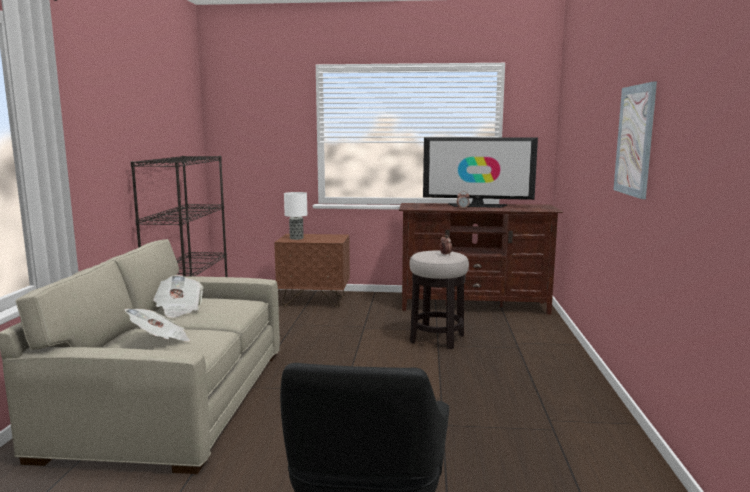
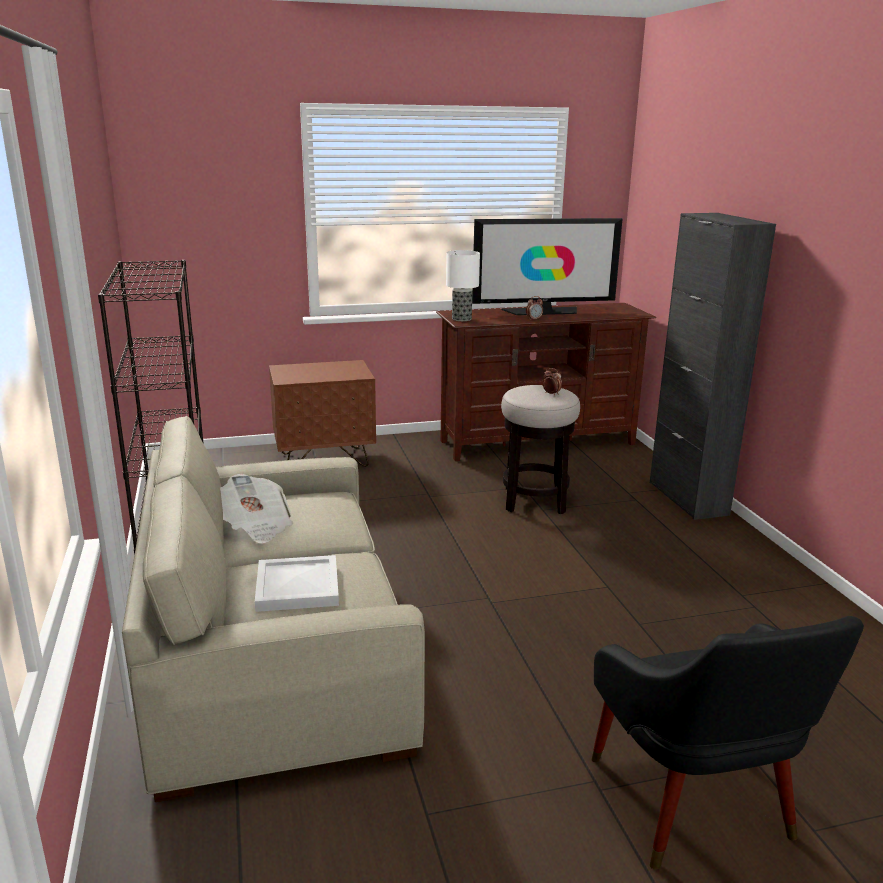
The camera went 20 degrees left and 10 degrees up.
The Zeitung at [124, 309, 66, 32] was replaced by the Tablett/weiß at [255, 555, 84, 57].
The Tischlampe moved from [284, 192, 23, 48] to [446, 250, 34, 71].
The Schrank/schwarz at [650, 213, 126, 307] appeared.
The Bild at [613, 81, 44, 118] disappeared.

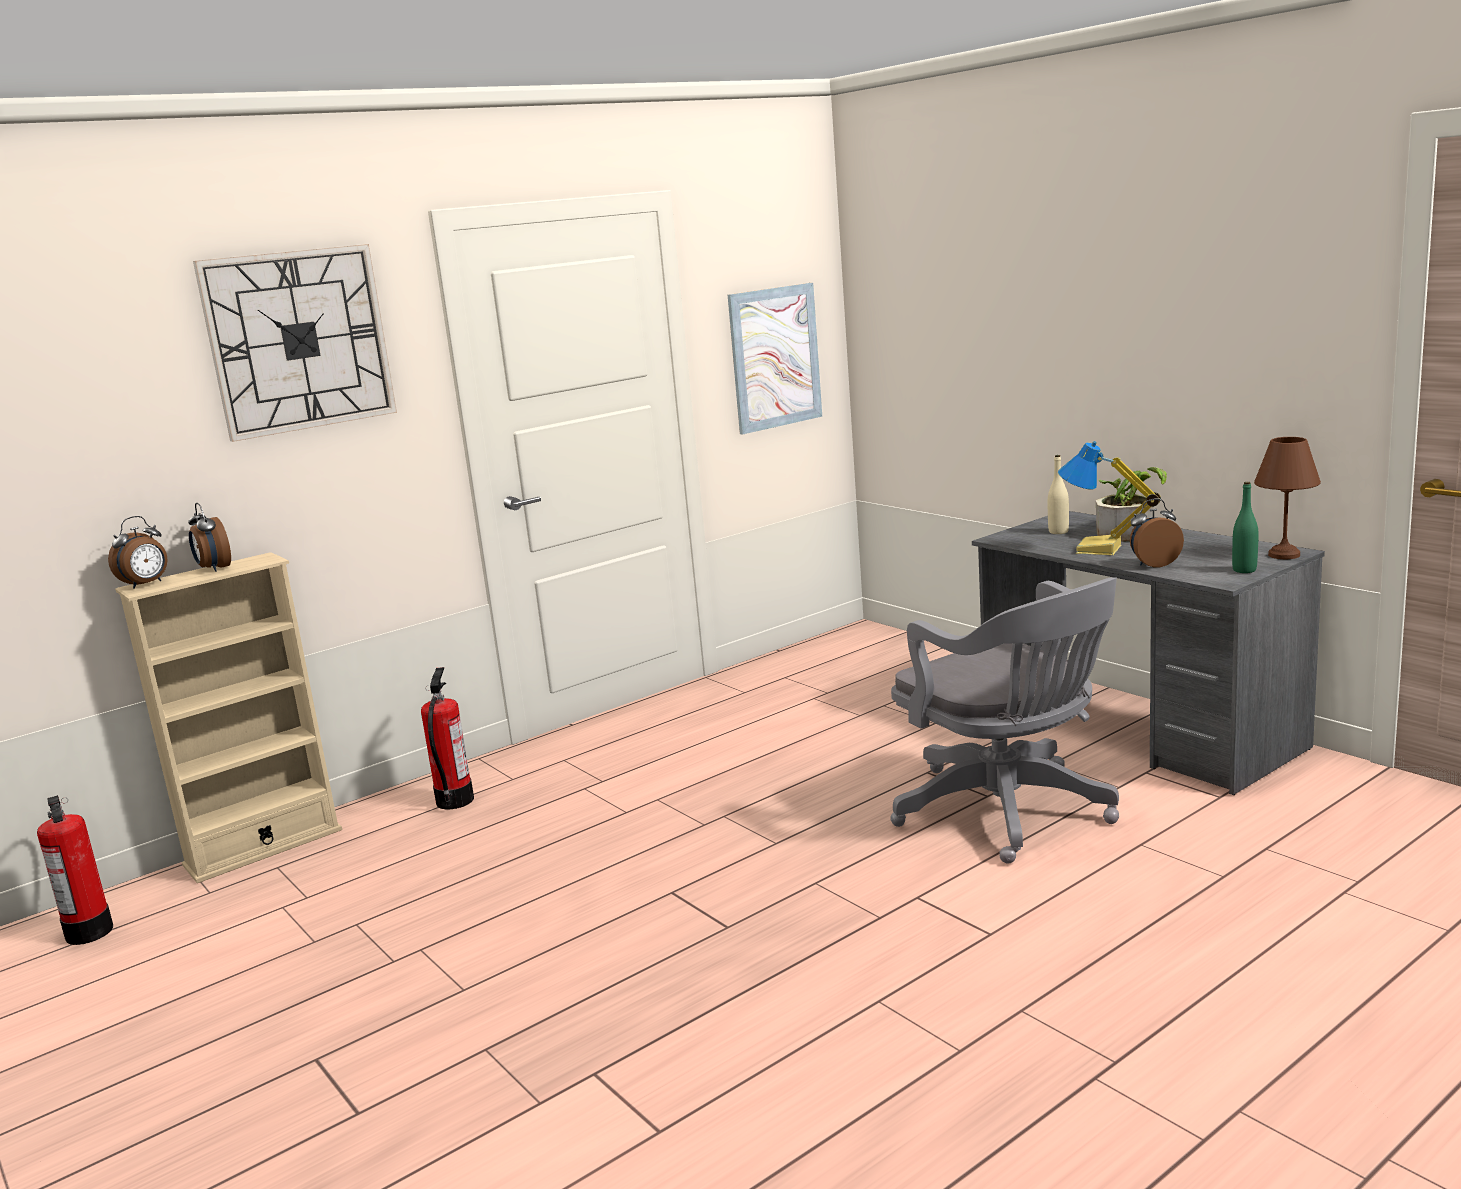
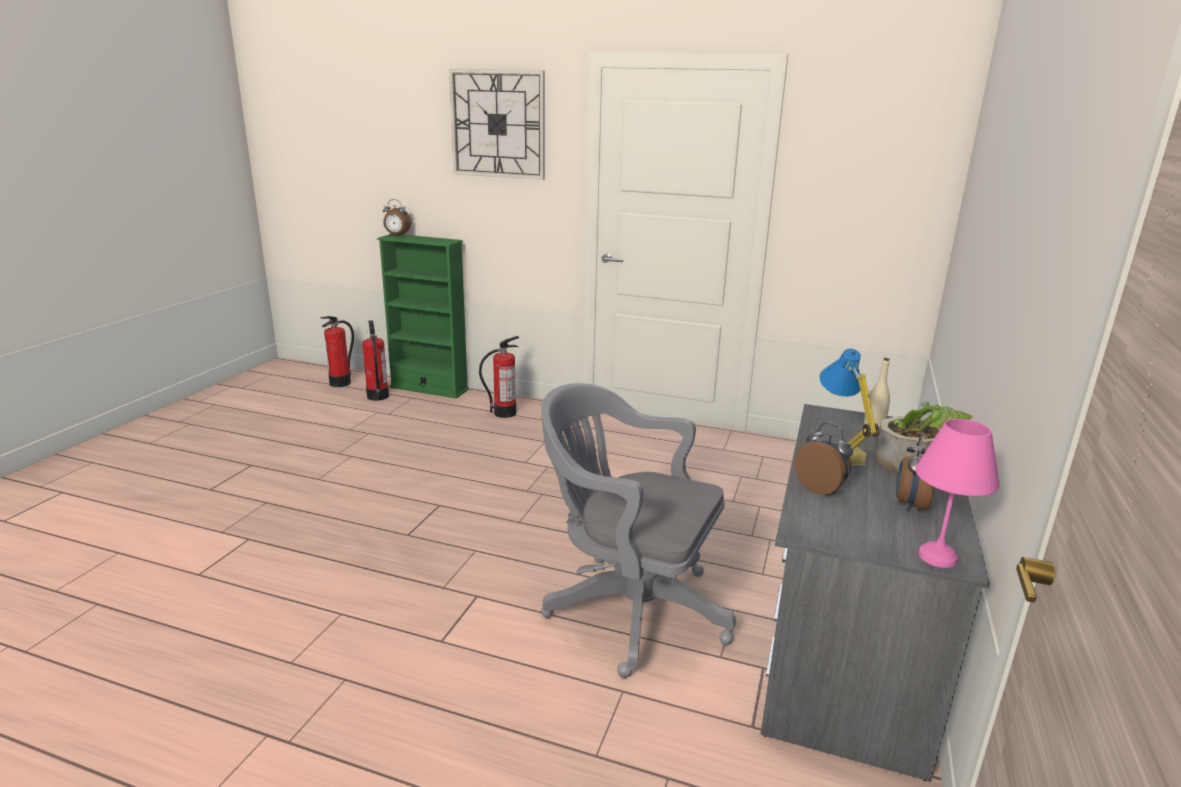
The camera went 55 degrees right and 5 degrees up.
The Feuerlöscher at [362, 320, 27, 81] appeared.
The Bücherregal/beige at [115, 552, 227, 331] became the Bücherregal/grün at [377, 234, 92, 165].
The Bürostuhl/grau at [890, 577, 229, 287] turned 90 degrees clockwise.
The Wecker moved from [188, 503, 43, 69] to [896, 436, 38, 75].
The Tischlampe/braun at [1254, 437, 67, 122] became the Tischlampe/rosa at [915, 419, 84, 149].
The Bild at [728, 283, 94, 152] disappeared.
The Flasche/grün at [1232, 482, 26, 91] disappeared.

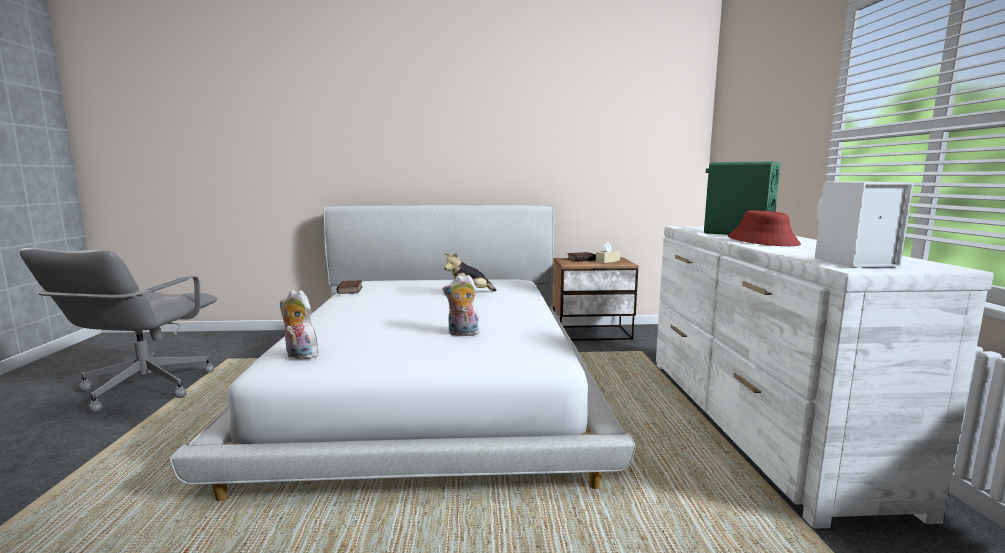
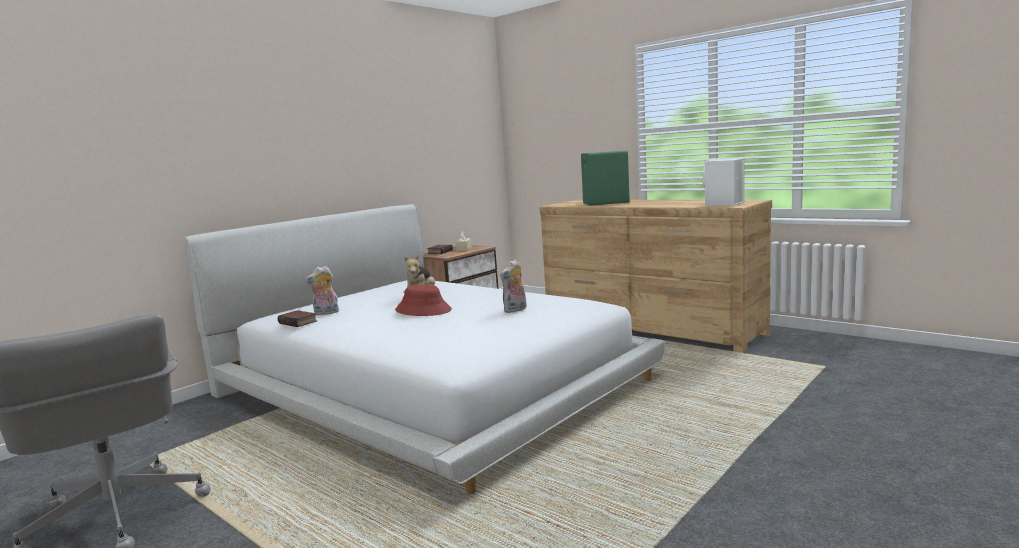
The camera went 45 degrees left and 0 degrees up.
The Plüschtier moved from [280, 290, 39, 69] to [305, 266, 34, 49].
The Hut/rot moved from [728, 210, 73, 36] to [395, 284, 57, 32].
The Kommode/weiß at [656, 226, 338, 303] became the Kommode/braun at [540, 200, 232, 153].

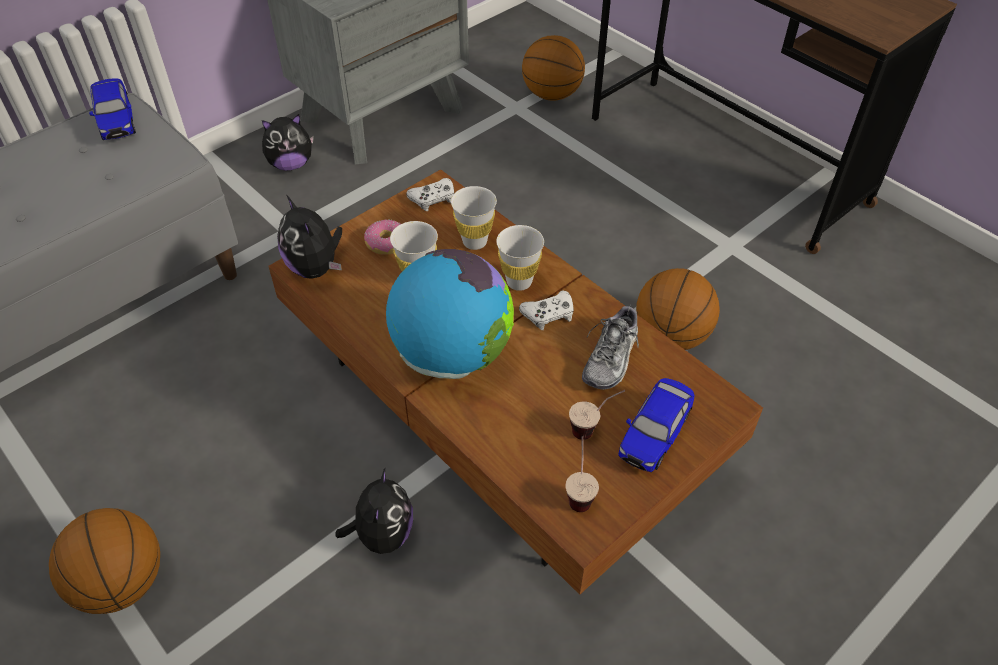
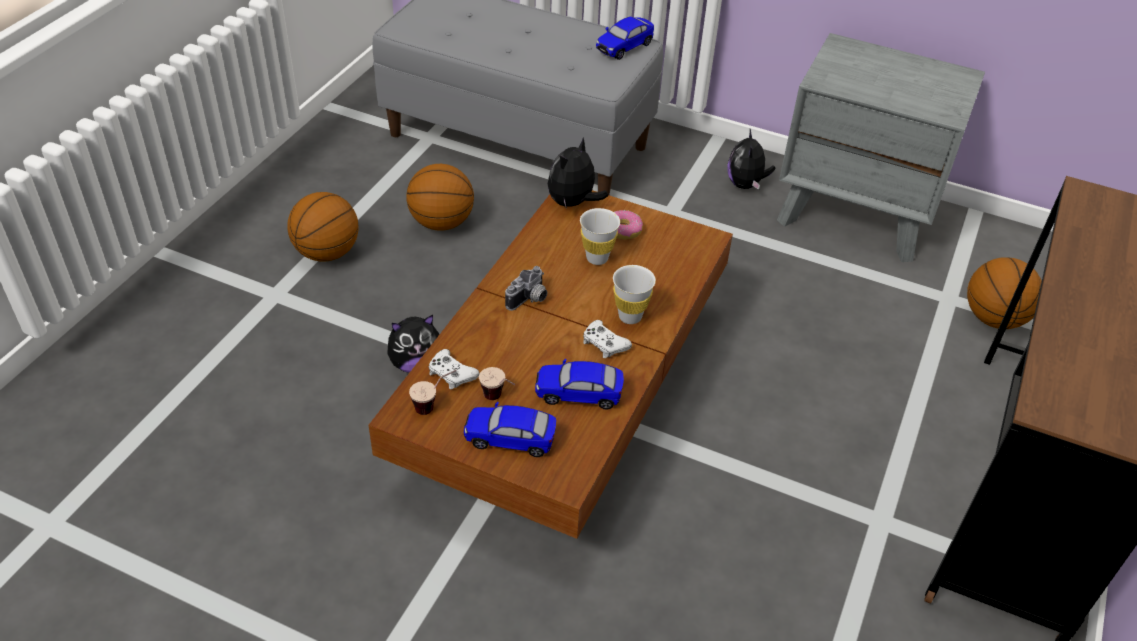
The camera went 65 degrees right and 5 degrees down.
The Basketball moved from [636, 268, 84, 82] to [406, 164, 68, 67].
The Gamepad/weiß moved from [406, 178, 48, 33] to [429, 349, 51, 40].
The Globus at [386, 249, 128, 130] was replaced by the Kamera at [505, 266, 42, 45].
The Schuh at [582, 301, 57, 89] was replaced by the Spielzeugauto at [535, 359, 89, 51].
The Plüschtier at [262, 114, 52, 57] turned 45 degrees clockwise.
The Tasse/weiß at [451, 186, 46, 64] disappeared.

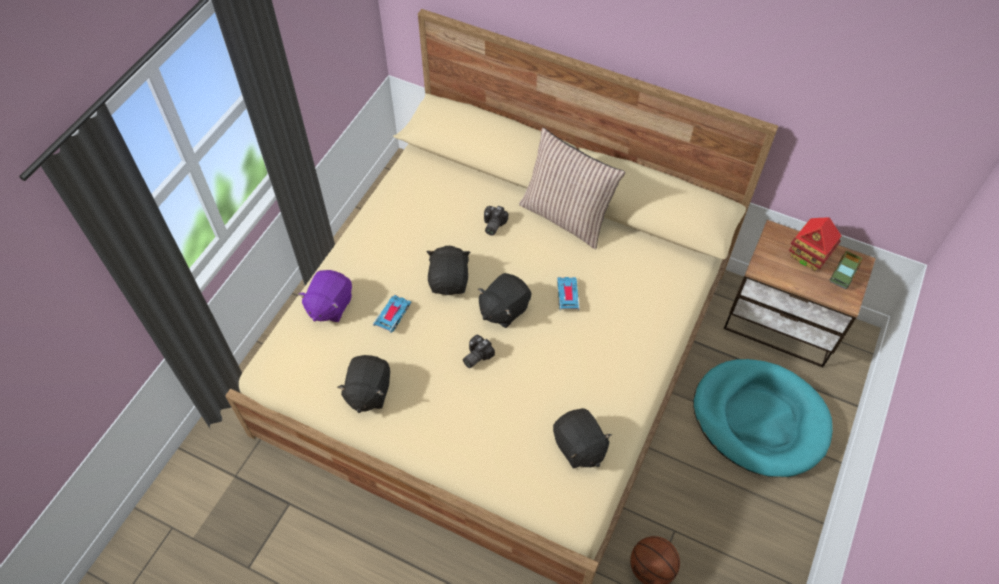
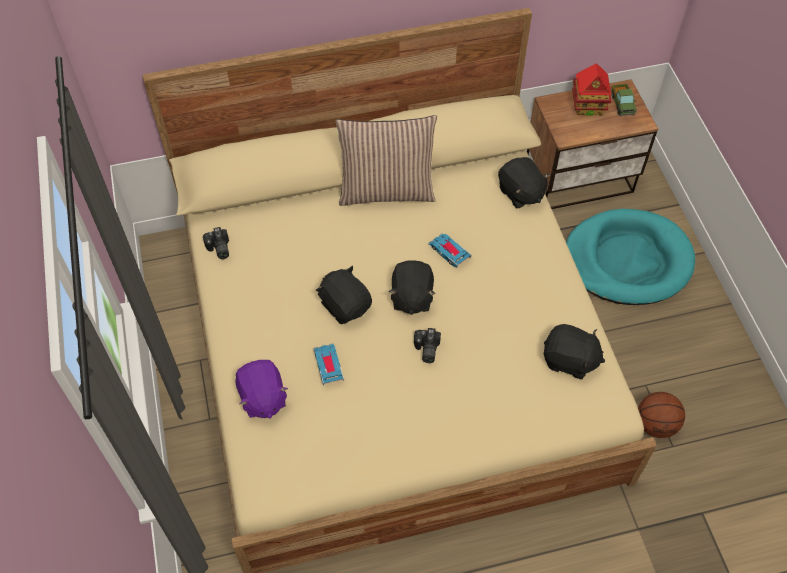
The camera went 40 degrees left and 0 degrees up.
The Kamera moved from [484, 206, 24, 30] to [203, 227, 26, 32].
The Plüschtier/schwarz moved from [337, 355, 53, 58] to [498, 157, 52, 51].

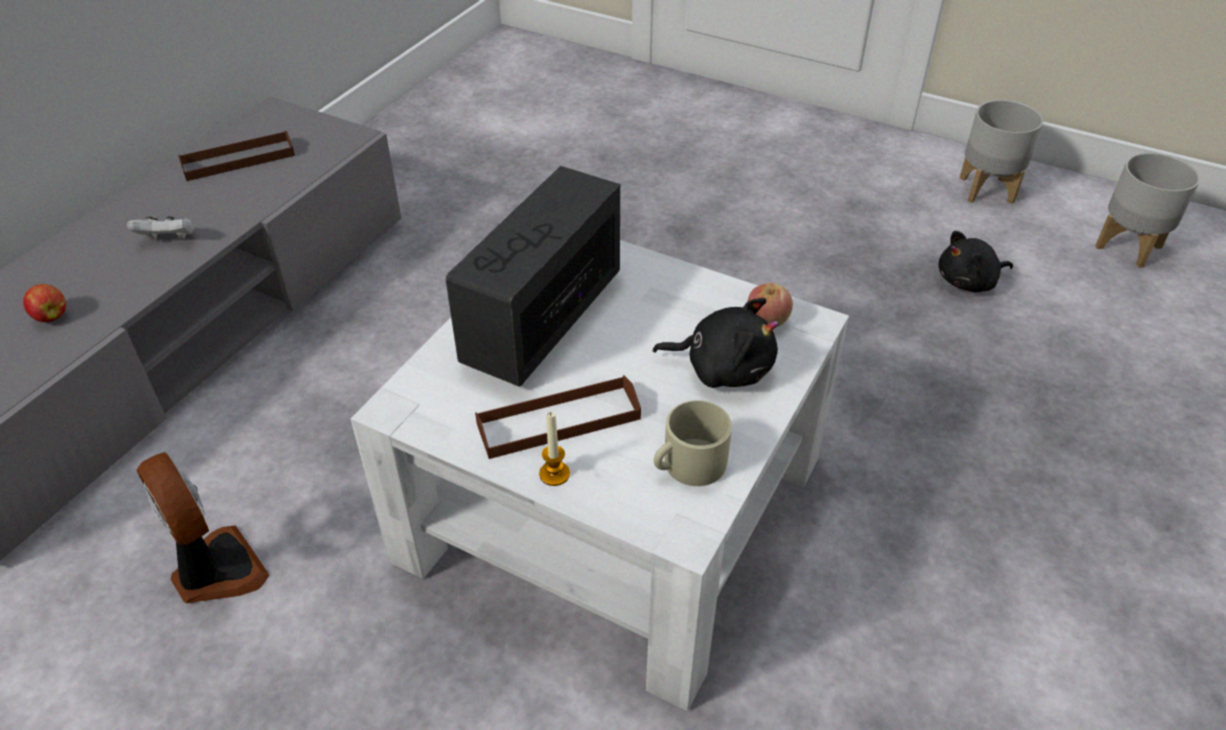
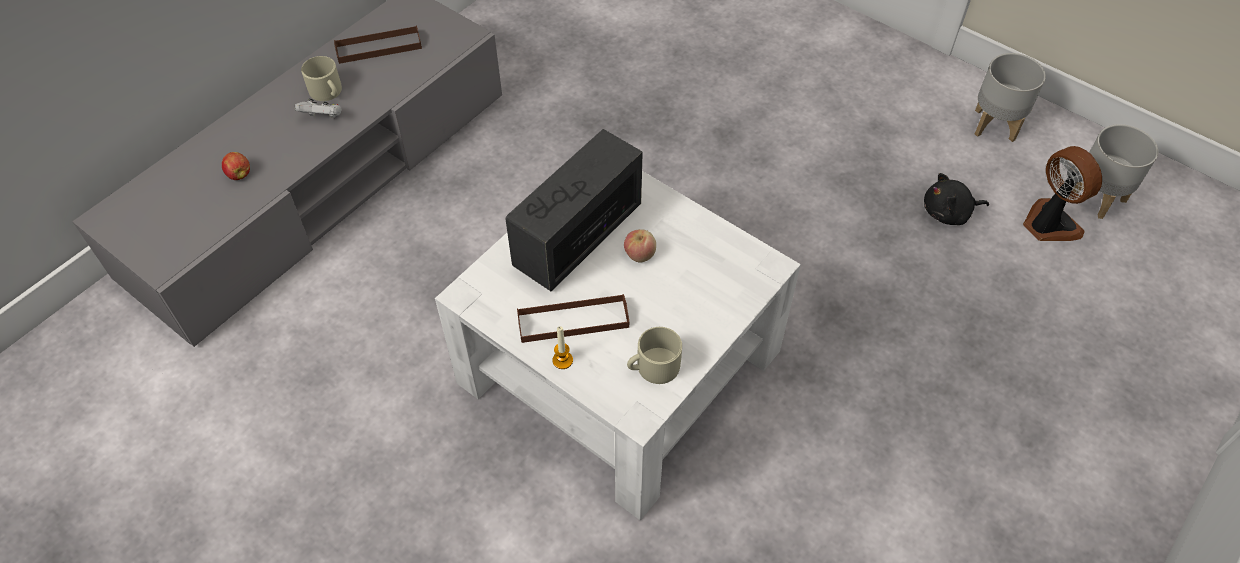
The camera went 10 degrees right and 10 degrees up.
The Henkelbecher/beige at [301, 56, 41, 45] appeared.
The Apfel moved from [747, 283, 46, 45] to [624, 229, 32, 33].
The Ventilator moved from [137, 452, 132, 151] to [1023, 146, 79, 95].
The Plüschtier/schwarz at [653, 298, 125, 90] disappeared.

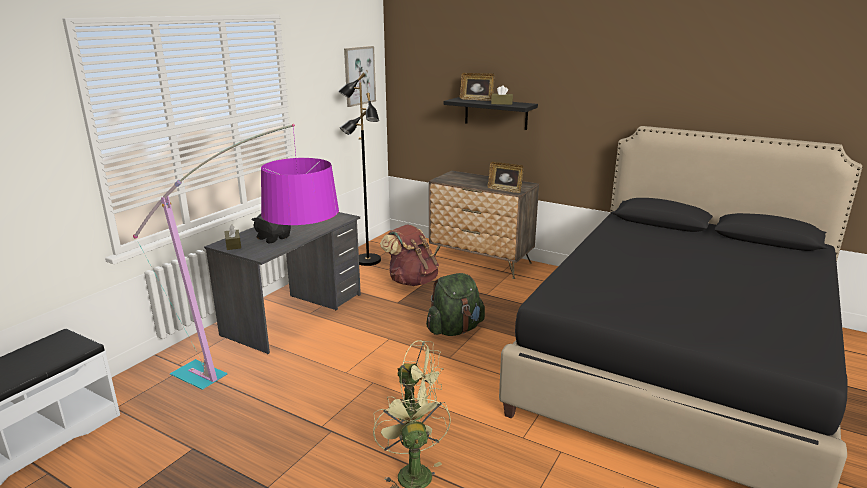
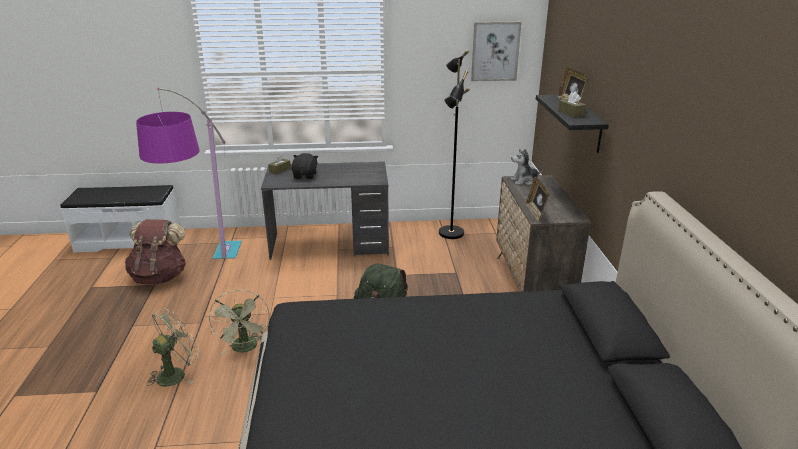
The camera went 55 degrees right and 5 degrees up.
The Rucksack/braun moved from [380, 224, 59, 62] to [125, 219, 61, 66].
The Plüschtier at [510, 148, 33, 37] appeared.

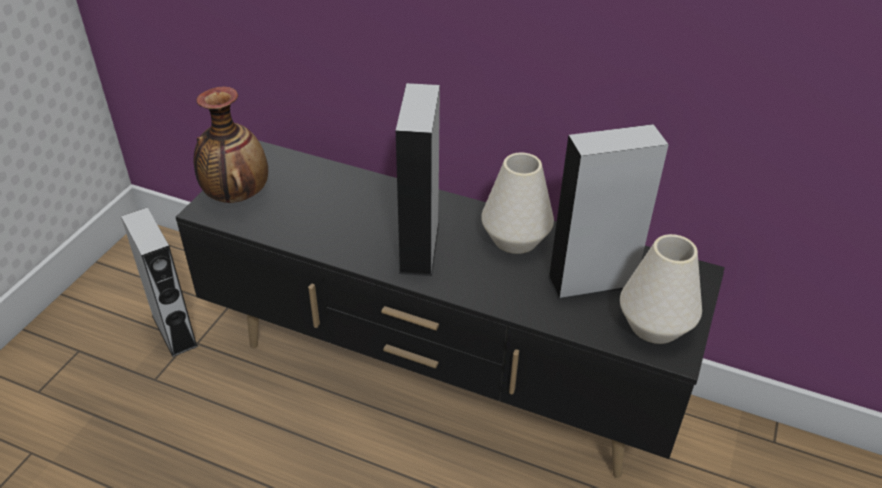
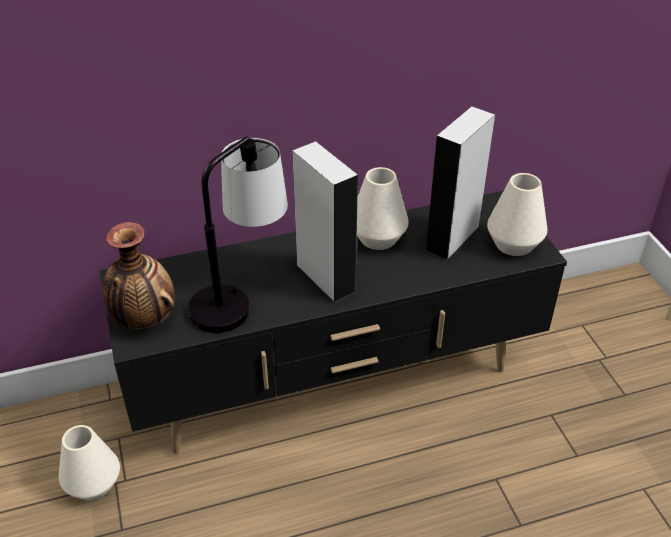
The camera went 40 degrees left and 0 degrees up.
The Lautsprecher/grau at [121, 207, 77, 150] was replaced by the Vase/weiß at [59, 425, 61, 76].
The Tischlampe at [188, 136, 100, 197] appeared.

